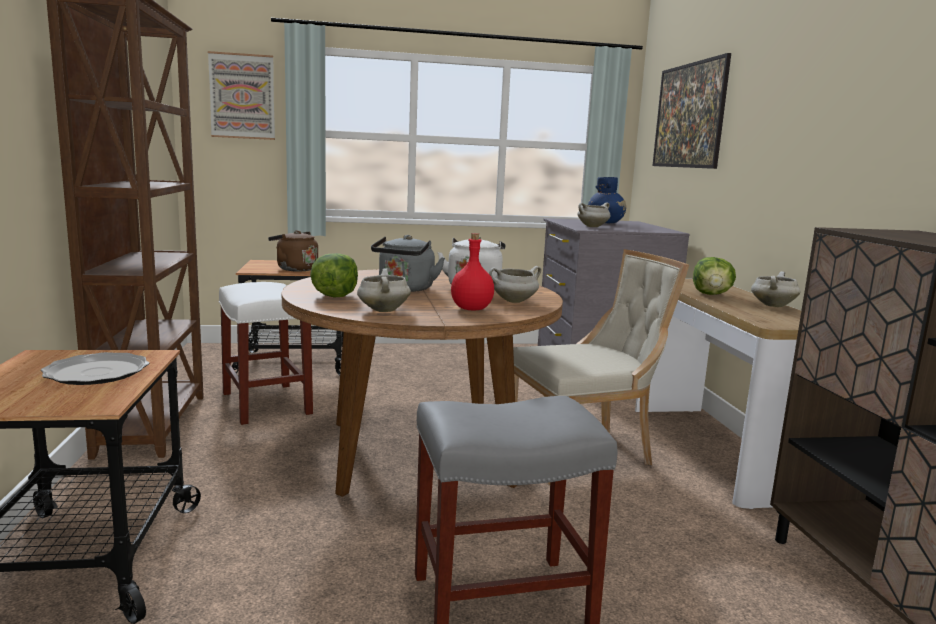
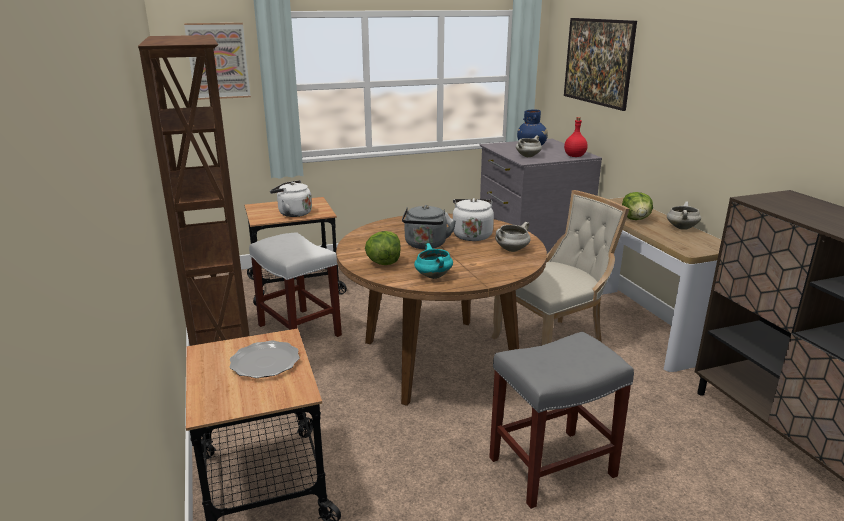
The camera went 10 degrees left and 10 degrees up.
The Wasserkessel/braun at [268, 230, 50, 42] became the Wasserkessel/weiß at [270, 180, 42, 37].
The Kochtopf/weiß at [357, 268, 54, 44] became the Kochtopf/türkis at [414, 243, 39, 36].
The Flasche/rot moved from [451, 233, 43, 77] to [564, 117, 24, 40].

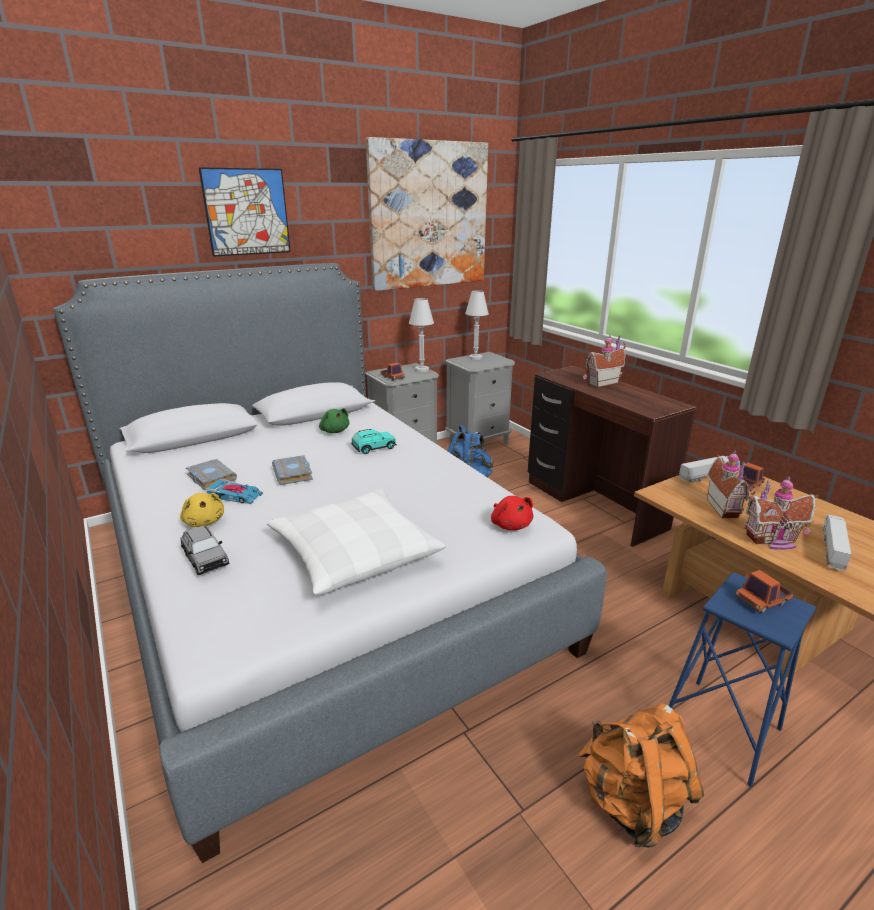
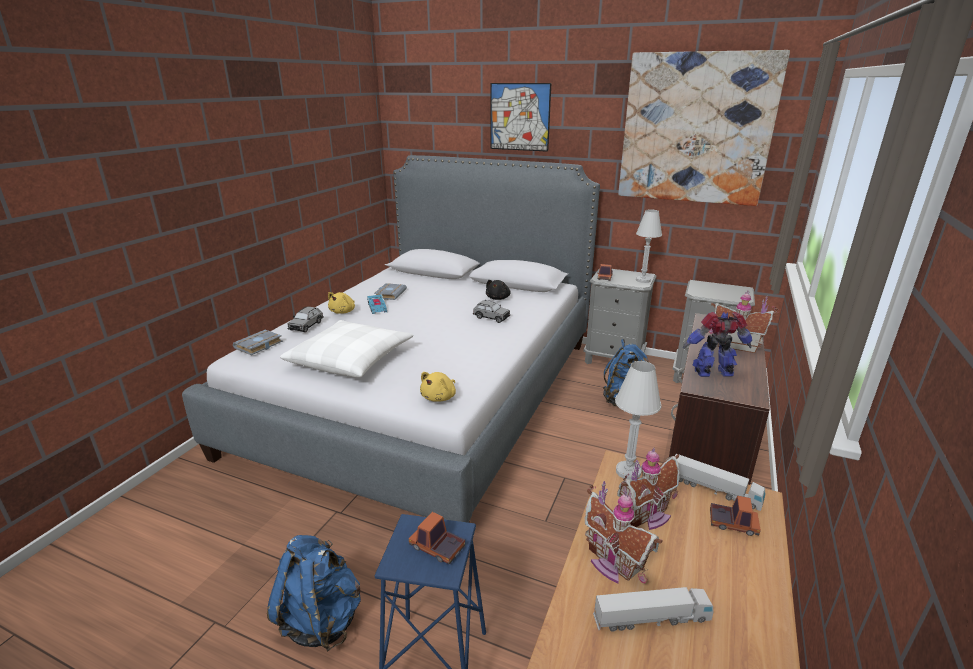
The camera went 55 degrees right and 0 degrees up.
The Buch/grau moved from [272, 455, 41, 30] to [233, 330, 50, 25].
The Rucksack/orange at [578, 703, 126, 145] became the Rucksack/blau at [267, 535, 94, 117].
The Plüschtier/rot at [491, 496, 42, 34] became the Plüschtier/gelb at [420, 372, 36, 30].
The Spielzeugauto/türkis at [351, 429, 45, 25] became the Spielzeugauto/grau at [473, 300, 37, 23].
The Plüschtier/grün at [319, 408, 30, 25] became the Plüschtier/schwarz at [486, 280, 25, 20].
The Tischlampe/weiß moved from [465, 290, 24, 70] to [615, 361, 46, 119].
The Spielzeugroboter at [683, 312, 70, 65] appeared.

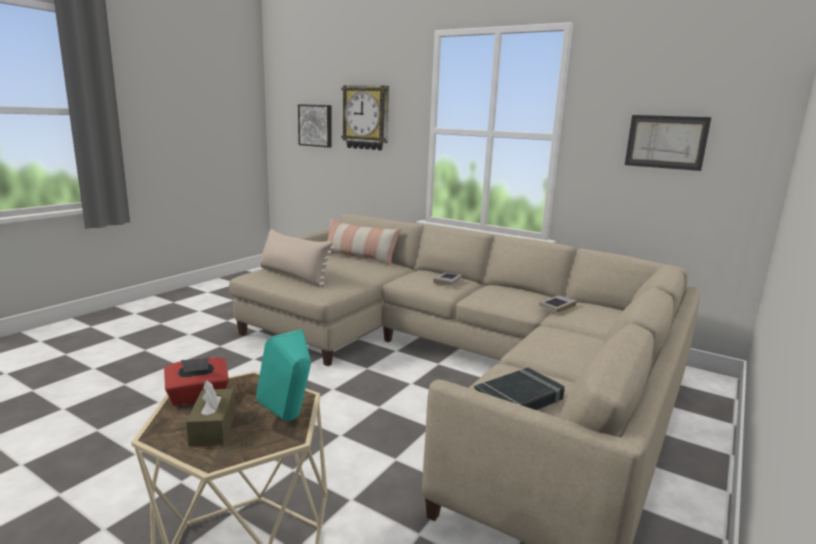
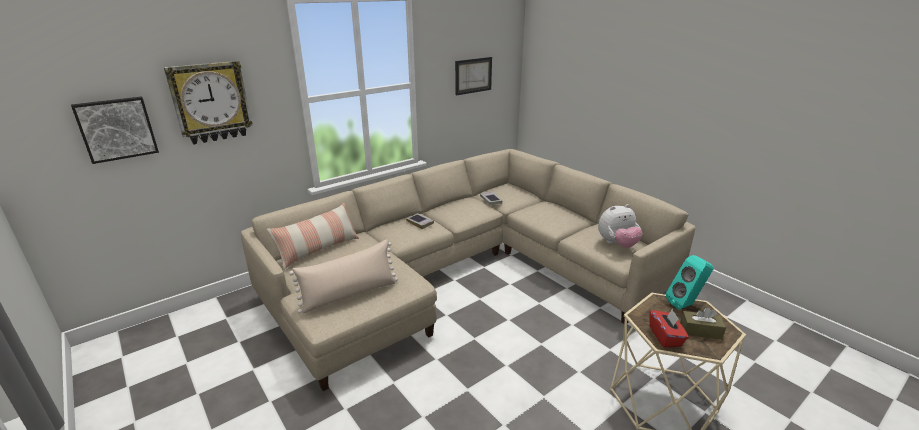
The camera went 70 degrees left and 10 degrees up.
The Buch/schwarz at [474, 368, 91, 42] was replaced by the Plüschtier at [598, 204, 45, 44].

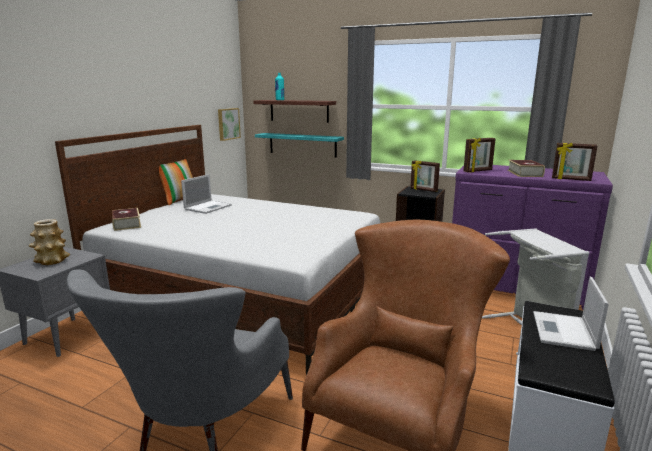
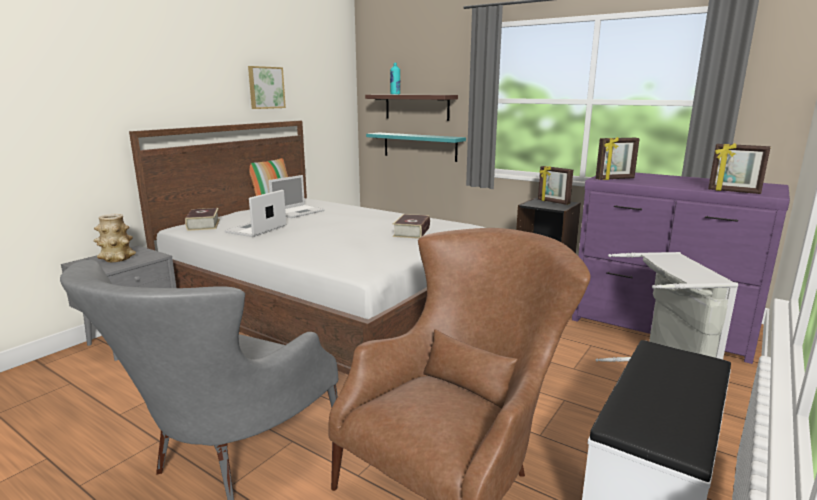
The camera went 10 degrees right and 0 degrees up.
The Laptop moved from [533, 277, 76, 74] to [225, 190, 61, 47].
The Bild moved from [218, 108, 23, 33] to [248, 66, 38, 43].
The Buch moved from [507, 160, 38, 17] to [393, 214, 37, 25].

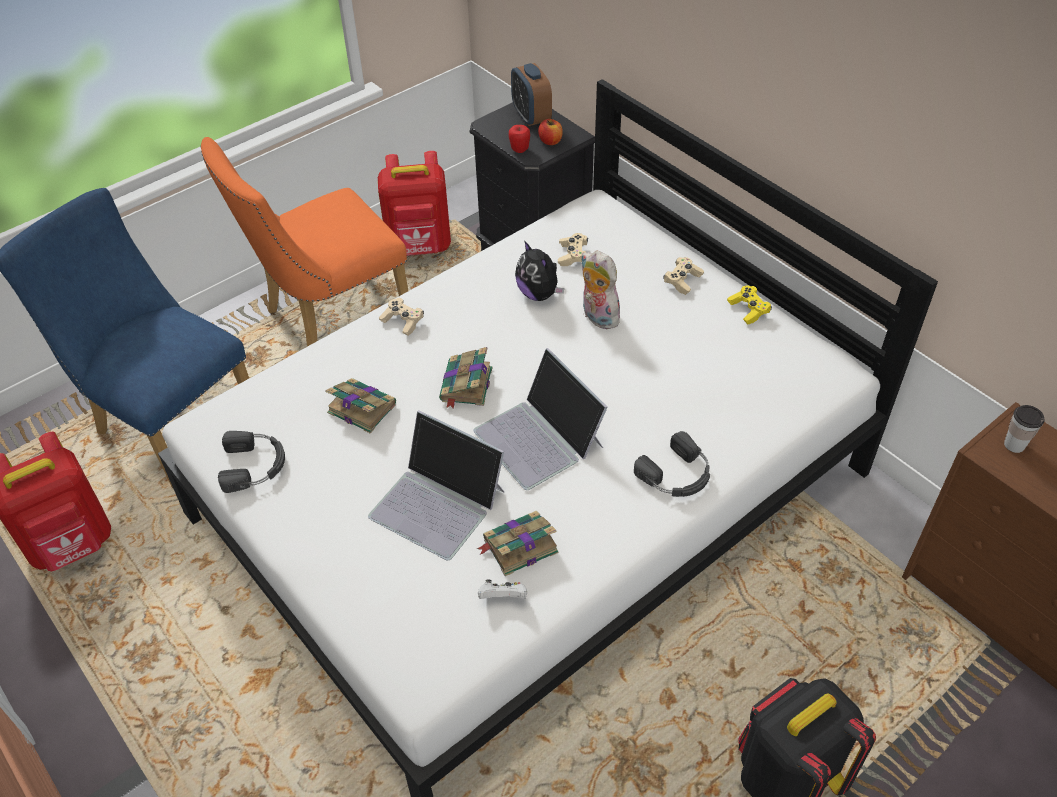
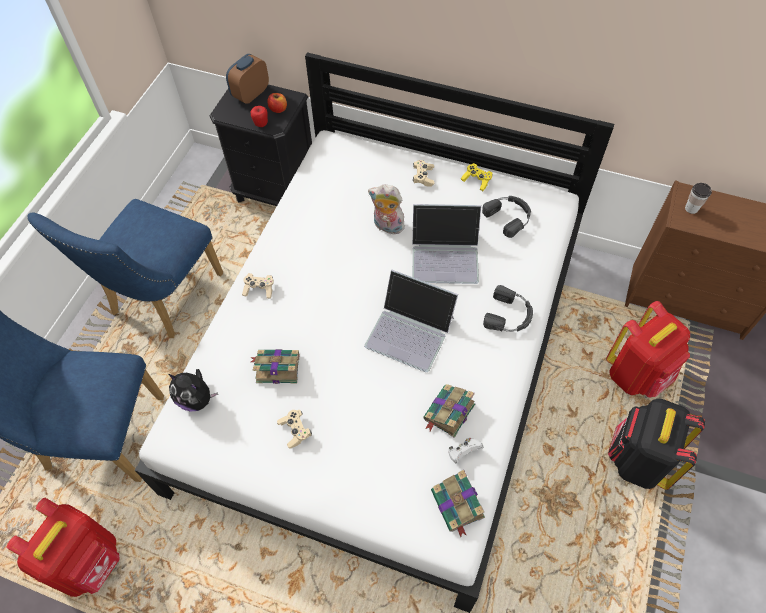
The camera went 30 degrees left and 10 degrees up.
The Stuhl/orange at [200, 137, 208, 210] became the Stuhl/blau at [28, 199, 195, 139].
The Plüschtier moved from [515, 240, 49, 61] to [168, 369, 50, 43].
The Wecker at [511, 63, 41, 63] turned 90 degrees clockwise.
The Gamepad/beige moved from [558, 233, 30, 33] to [277, 410, 35, 38].
The Laptop moved from [368, 410, 136, 150] to [412, 204, 69, 80].
The Buch moved from [439, 347, 53, 61] to [431, 470, 54, 67].
The Kopfhörer/schwarz moved from [218, 431, 67, 62] to [482, 196, 49, 42].
The Rucksack/rot moved from [378, 151, 73, 105] to [606, 301, 84, 96].

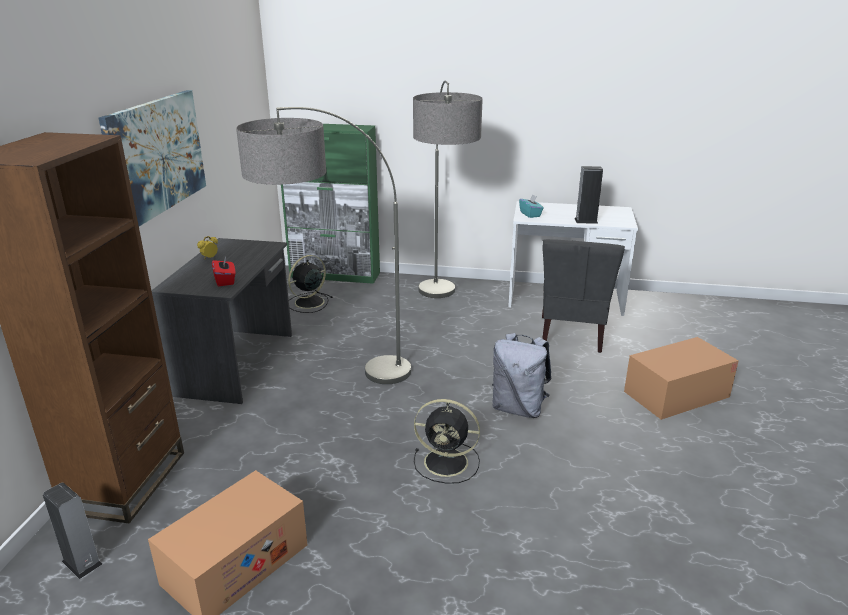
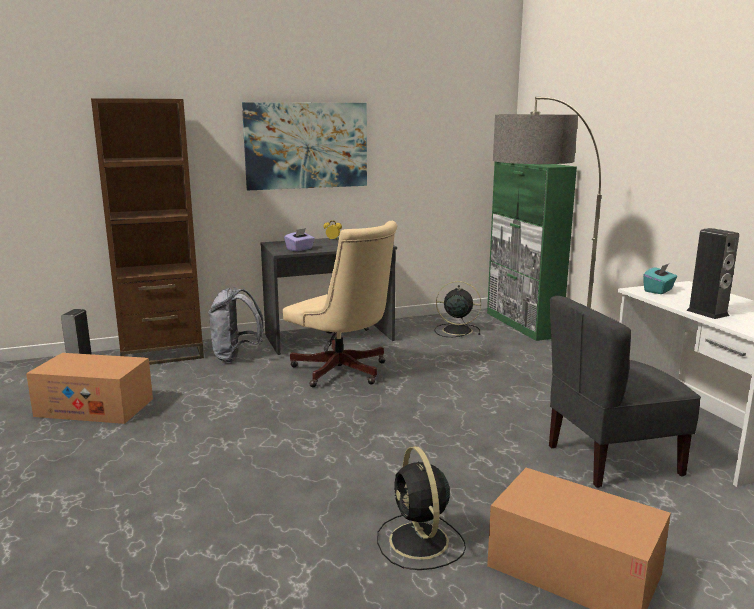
The camera went 60 degrees right and 10 degrees down.
The Rucksack/grau moved from [492, 333, 60, 85] to [208, 287, 56, 75].
The Stehlampe at [236, 107, 175, 277] was replaced by the Bürostuhl/beige at [283, 221, 114, 166].
The Taschentuchbox/rot at [212, 256, 23, 30] became the Taschentuchbox/lila at [284, 228, 31, 24].
The Ventilator/schwarz moved from [414, 399, 66, 85] to [377, 446, 89, 124].

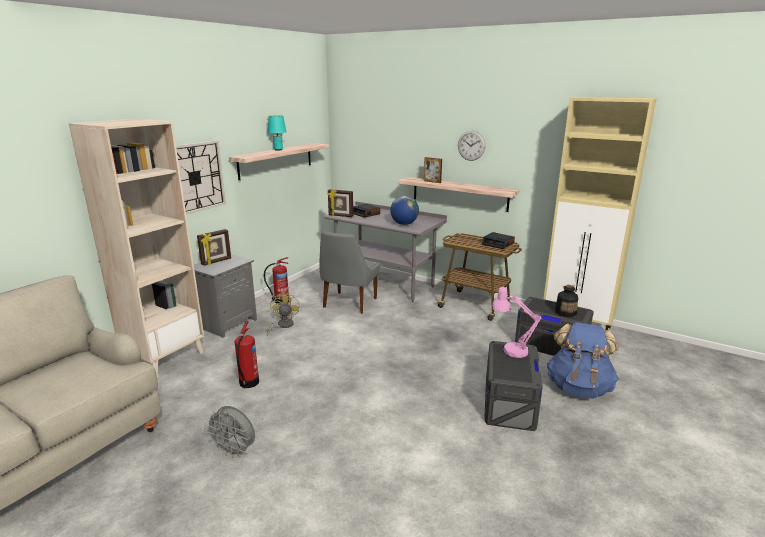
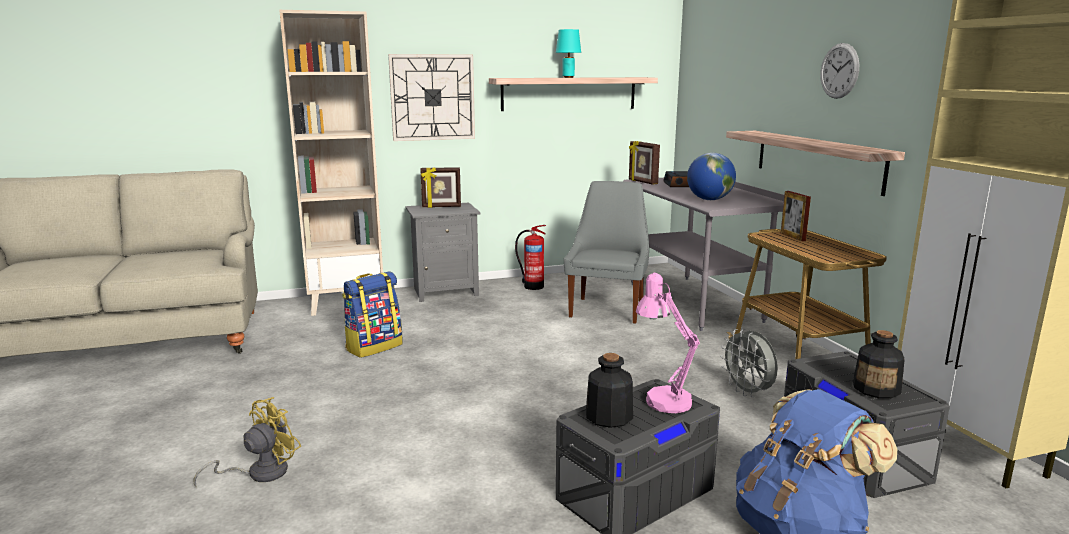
The camera went 40 degrees right and 5 degrees down.
The Ventilator/gelb moved from [267, 292, 32, 45] to [193, 397, 108, 90].
The Feuerlöscher at [235, 321, 24, 67] was replaced by the Rucksack at [342, 271, 61, 87].
The Stuhl/grau at [319, 231, 61, 83] turned 135 degrees clockwise.
The Flasche at [586, 353, 47, 75] appeared.
The Ventilator/grau moved from [205, 406, 50, 52] to [720, 329, 58, 68].
The Bilderrahmen moved from [424, 157, 18, 26] to [781, 191, 30, 50].
The Wecker at [482, 232, 33, 17] disappeared.

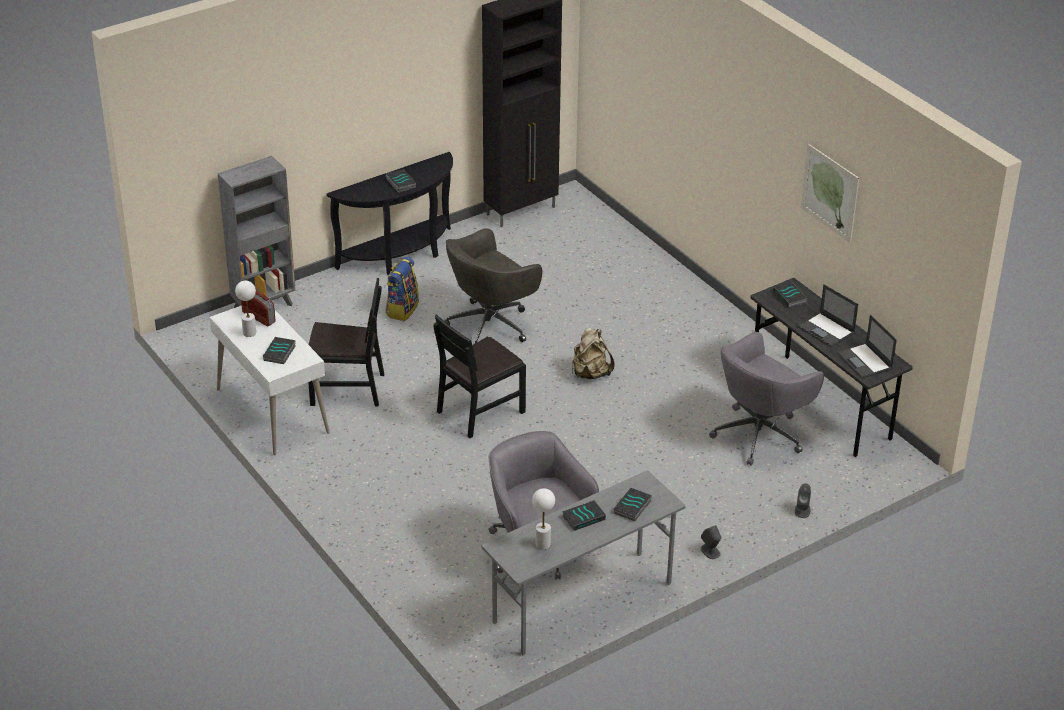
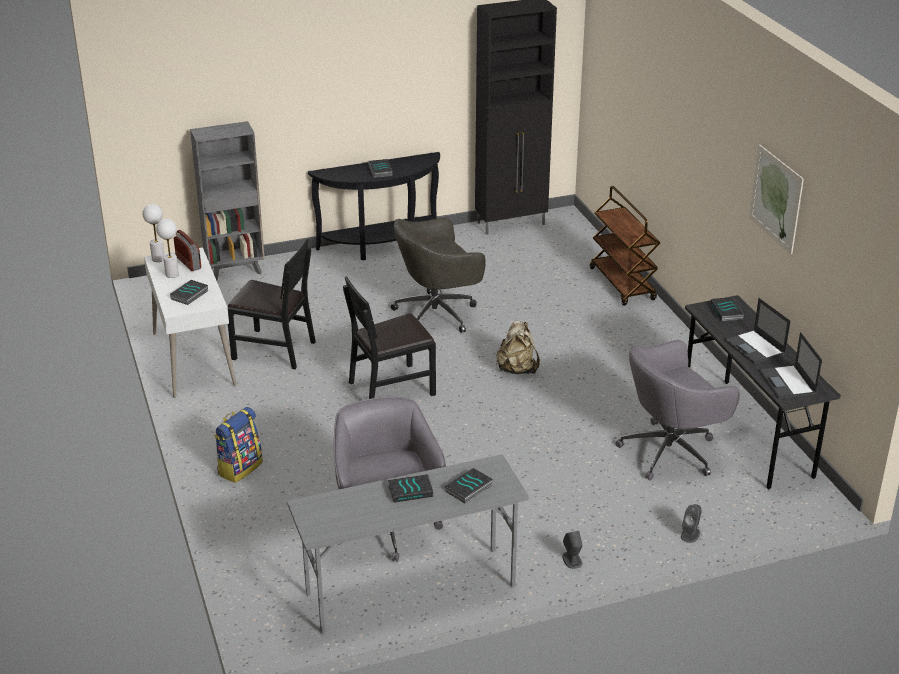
The camera went 15 degrees right and 5 degrees down.
The Tischlampe/weiß moved from [532, 488, 23, 62] to [142, 204, 23, 58].
The Rucksack moved from [385, 257, 34, 64] to [214, 407, 49, 76].
The Rollwagen/braun at [590, 186, 70, 120] appeared.

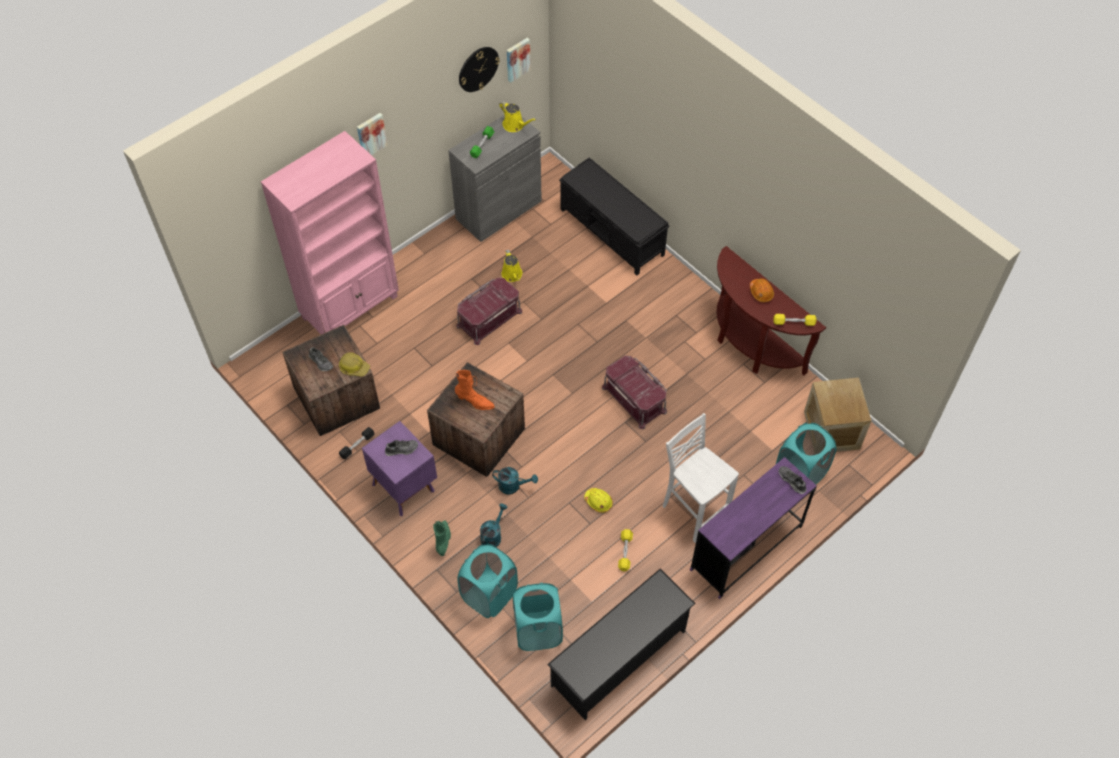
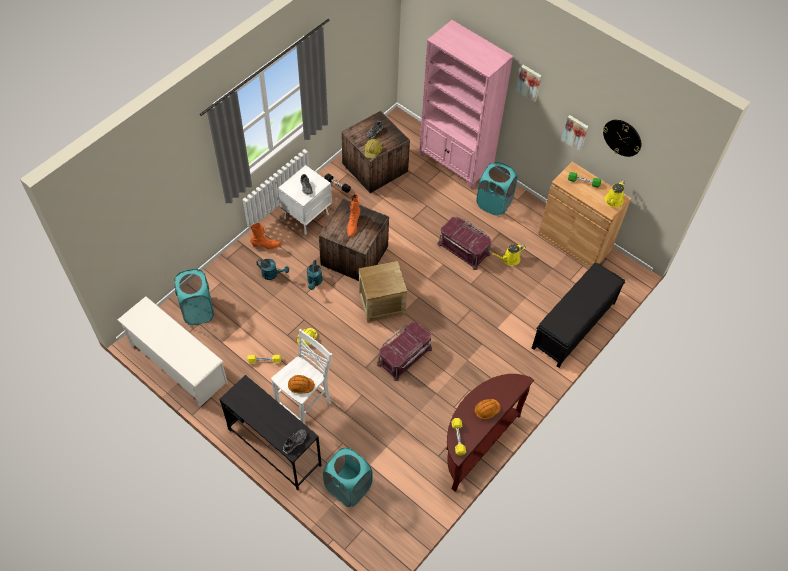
The camera went 80 degrees right and 0 degrees up.
The Schuhregal/schwarz at [547, 569, 149, 151] became the Schuhregal/weiß at [118, 296, 110, 111].
The Schreibtisch/lila at [690, 457, 127, 142] became the Schreibtisch/schwarz at [220, 375, 102, 115].
The Stiefel/grün at [433, 520, 18, 36] became the Stiefel/orange at [250, 223, 31, 26].
The Nachttisch/lila at [362, 421, 75, 95] became the Nachttisch/weiß at [278, 165, 54, 70].
The Schutzhelm/orange at [288, 375, 27, 19] appeared.
The Kiste moved from [804, 378, 68, 74] to [359, 261, 48, 61].
The Wäschekorb/türkis moved from [457, 544, 61, 74] to [476, 162, 42, 54].
The Schrank/grau at [448, 115, 94, 127] became the Schrank/braun at [538, 162, 93, 106].
The Bild moved from [507, 38, 24, 45] to [562, 115, 27, 36].

